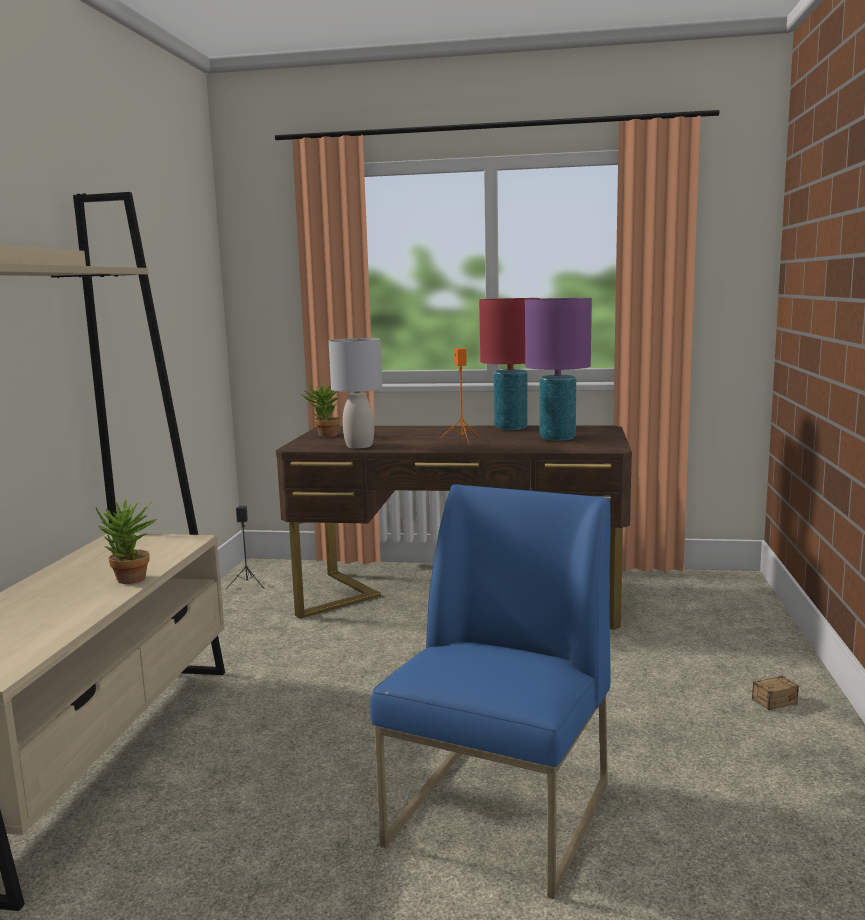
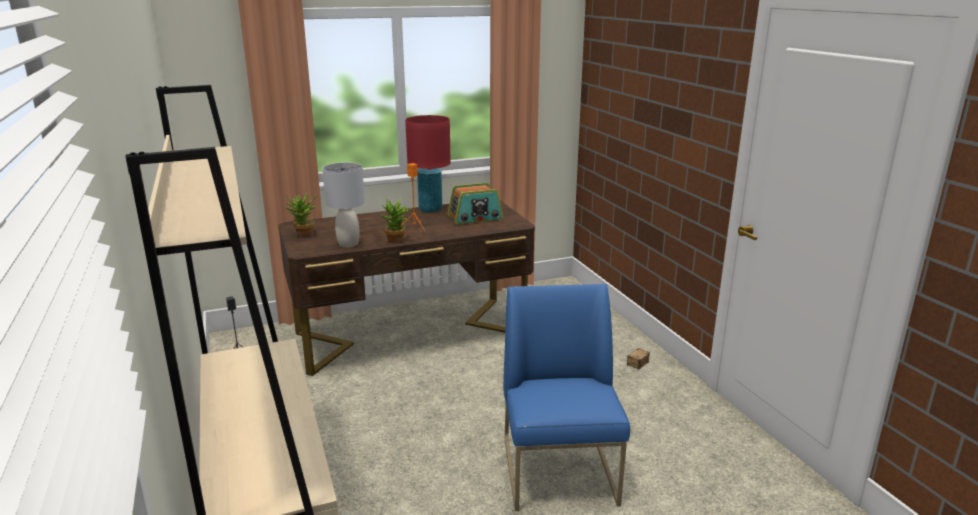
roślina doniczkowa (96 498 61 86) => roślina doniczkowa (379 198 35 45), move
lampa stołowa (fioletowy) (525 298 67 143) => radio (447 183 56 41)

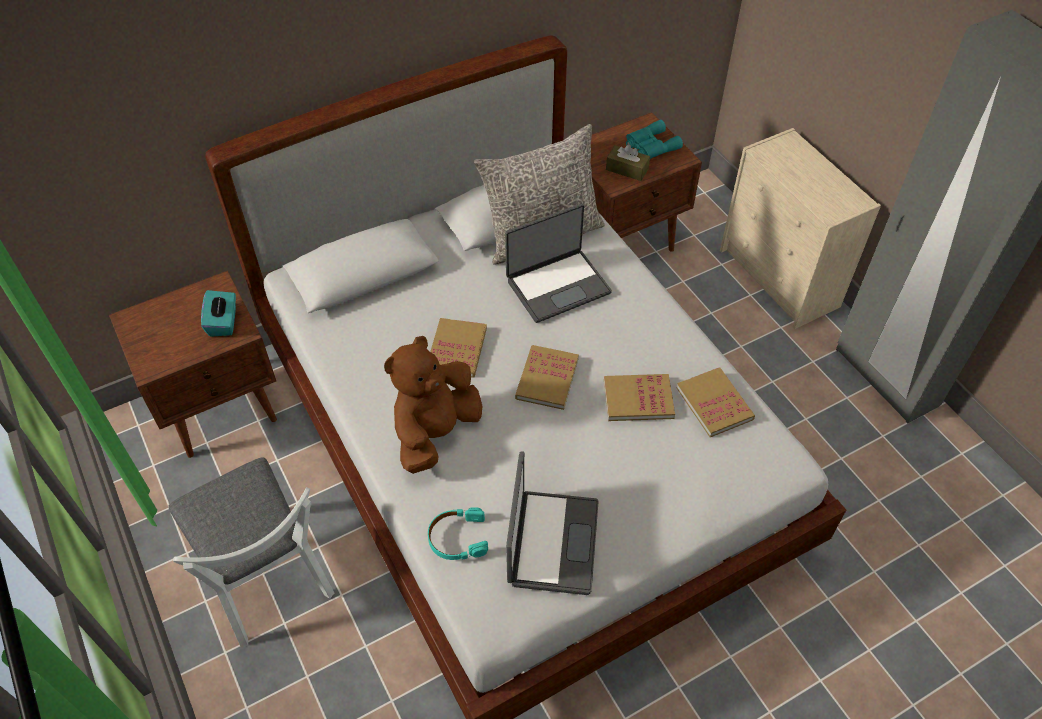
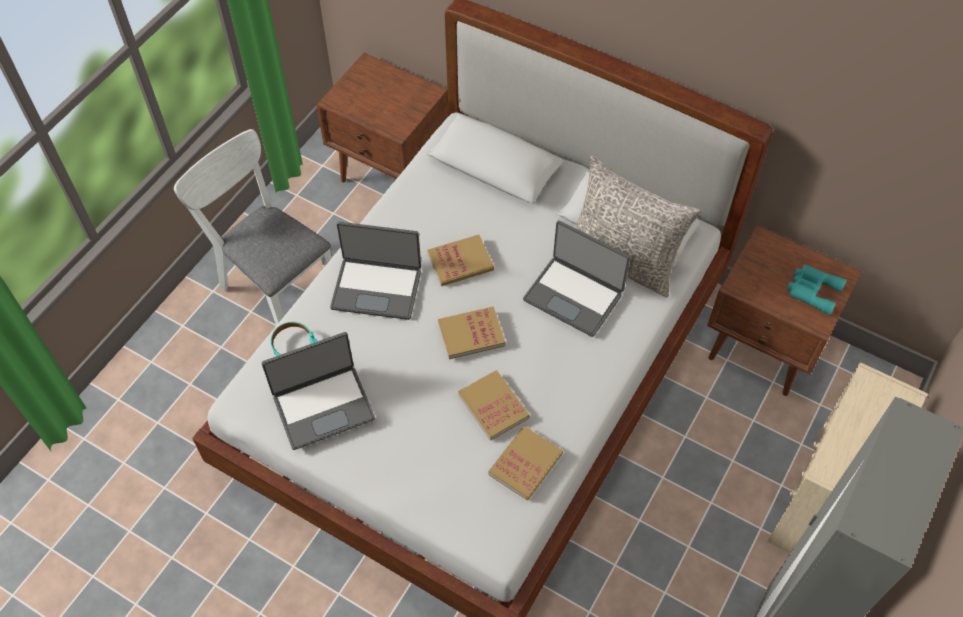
krzesło (biały) (168 457 166 190) => krzesło (biały) (174 129 158 197), 105 degrees clockwise
pluszak (brązowy) (384 336 98 138) => laptop (330 222 91 98)
pudełko chusteczek (turkusowy) (201 290 35 47) => nothing
pudełko chusteczek (brązowy) (606 145 44 36) => nothing

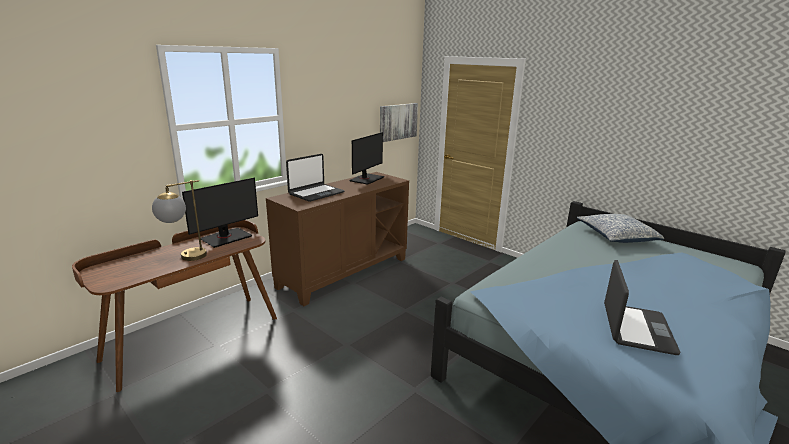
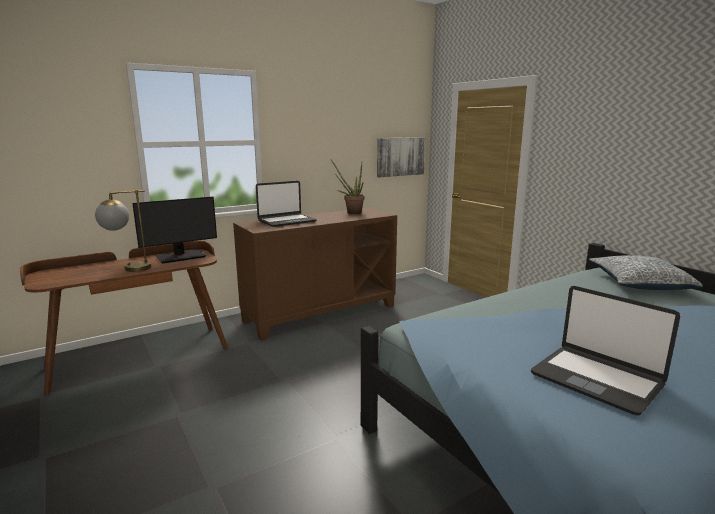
monitor (349 132 36 53) => roślina doniczkowa (331 160 34 54)
laptop (604 260 76 95) => laptop (531 286 149 130), 105 degrees clockwise

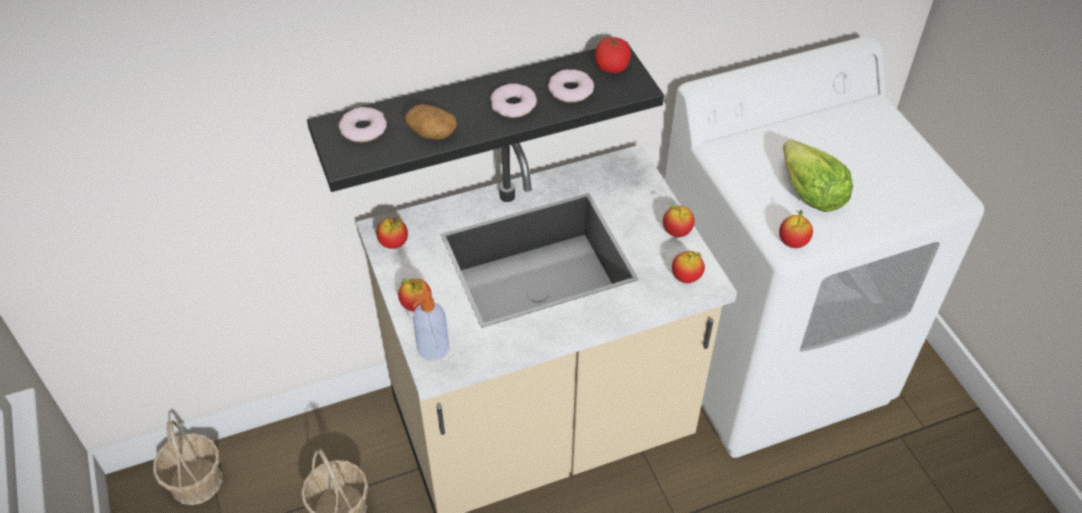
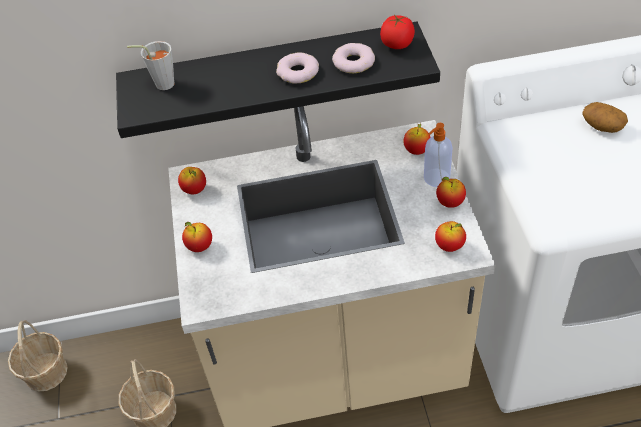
donut (339 107 48 35) => filiżanka (szary) (127 41 48 49)
jabłko (779 210 34 38) => jabłko (403 122 28 33), move
dozownik mydła (412 290 37 71) => dozownik mydła (424 123 29 64), move
ziemniak (405 104 52 36) => ziemniak (582 102 46 31), move
sałata (783 140 70 72) => nothing

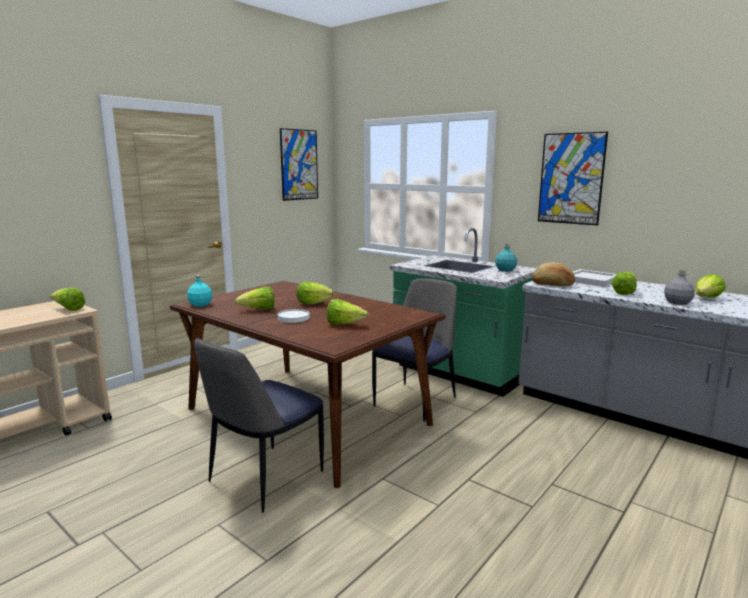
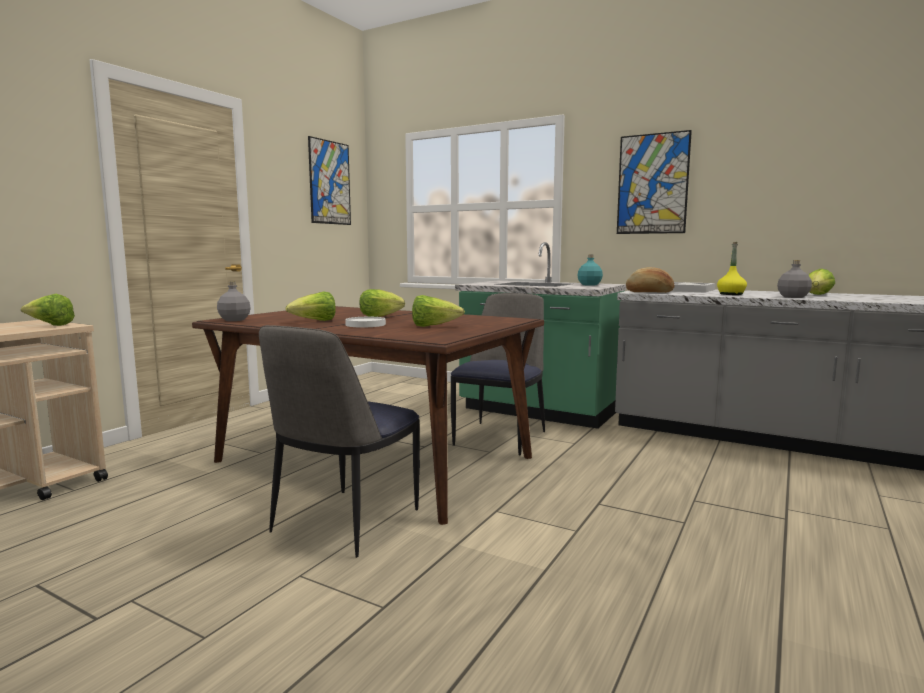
butelka (turkusowy) (187 275 25 32) => butelka (szary) (217 281 34 40)
sałata (612 272 25 23) => butelka (żółty) (717 242 30 53)

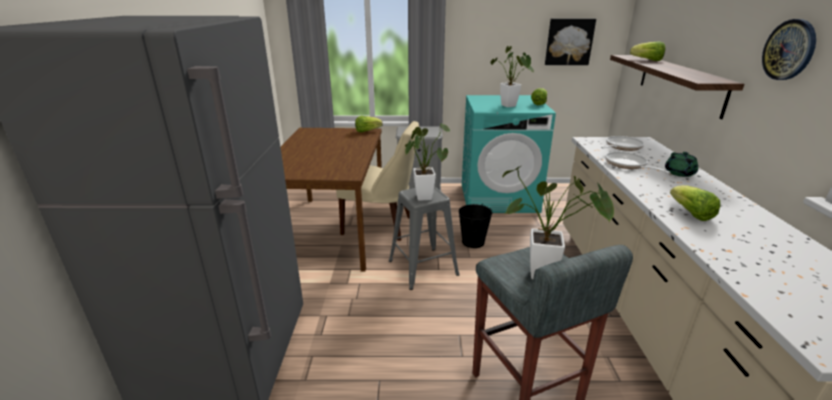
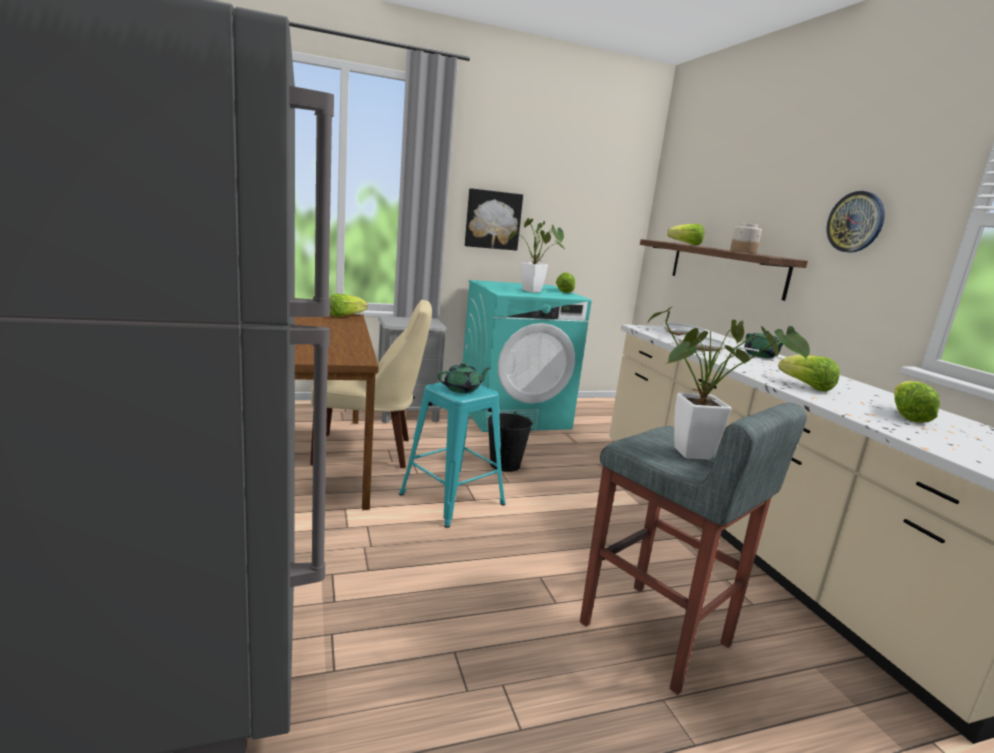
stołek (szary) (389 186 71 104) => stołek (turkusowy) (399 383 107 145)
roślina doniczkowa (405 123 45 78) => imbryk (zielony) (437 362 54 31)
obraz (545 18 51 47) => obraz (465 188 58 63), move
nothing => słoik (730 223 32 31)
nothing => sałata (894 381 46 41)

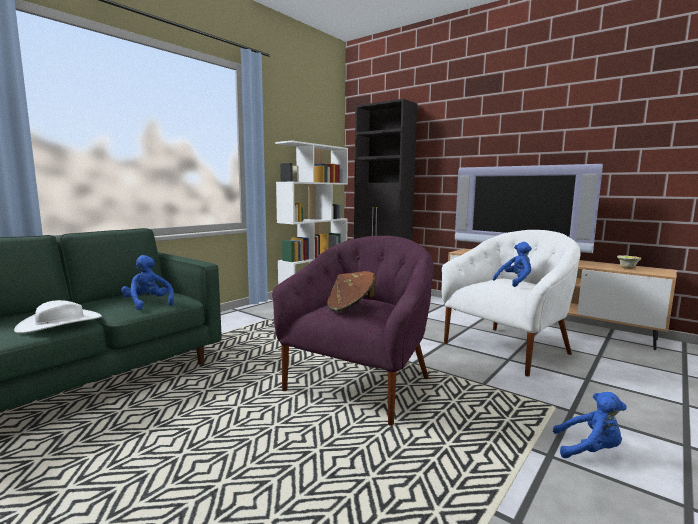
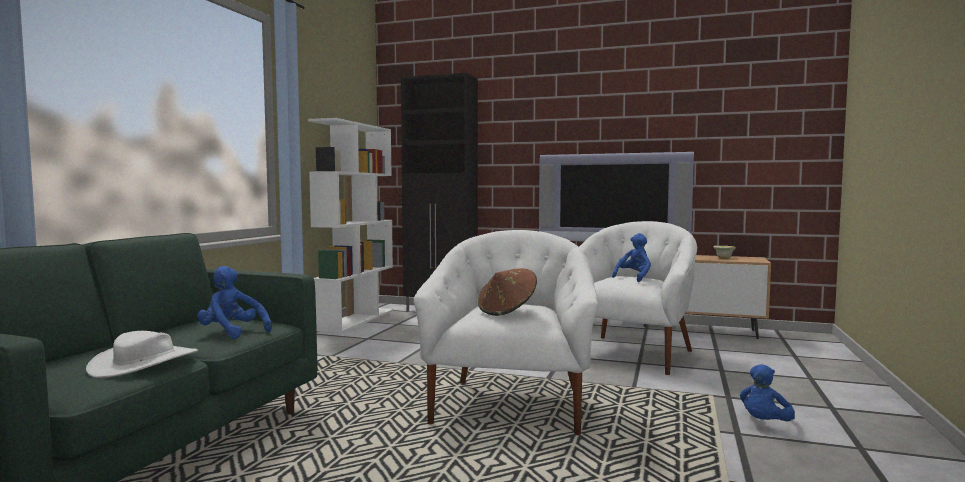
fotel (fioletowy) (272 236 162 190) => fotel (biały) (414 230 184 205)
pluszak (niebieski) (553 392 74 66) => pluszak (niebieski) (740 364 55 57), 135 degrees clockwise

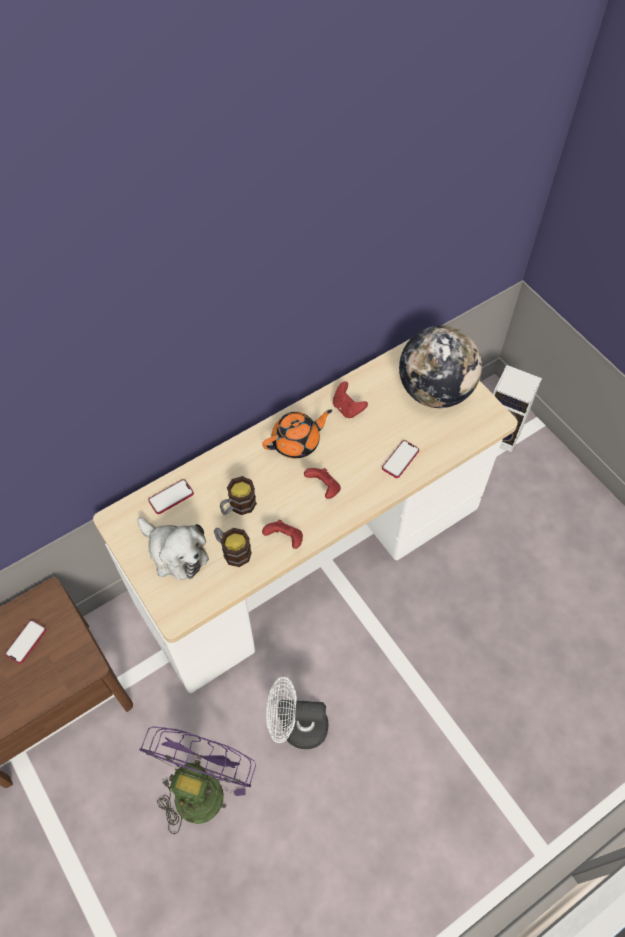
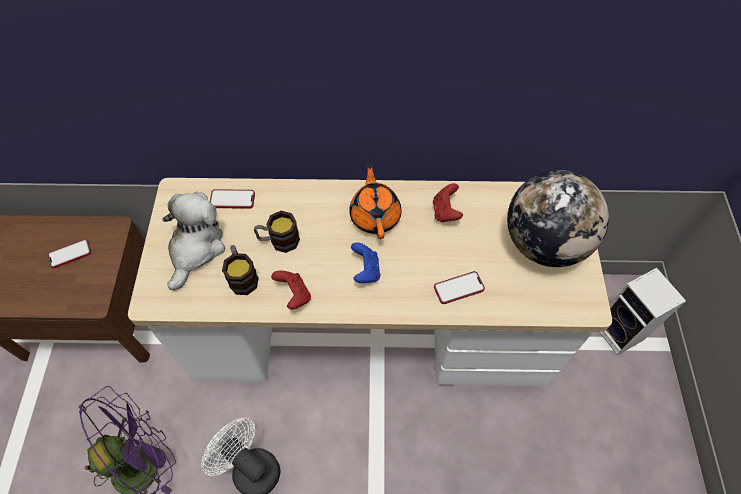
pluszak (137 517 72 63) => pluszak (162 192 63 98), 150 degrees counterclockwise
imbryk (pomarańczowy) (262 409 70 49) => imbryk (pomarańczowy) (349 163 53 76), 105 degrees counterclockwise
pad do gier (czerwony) (304 468 37 31) => pad do gier (niebieski) (351 242 29 41)

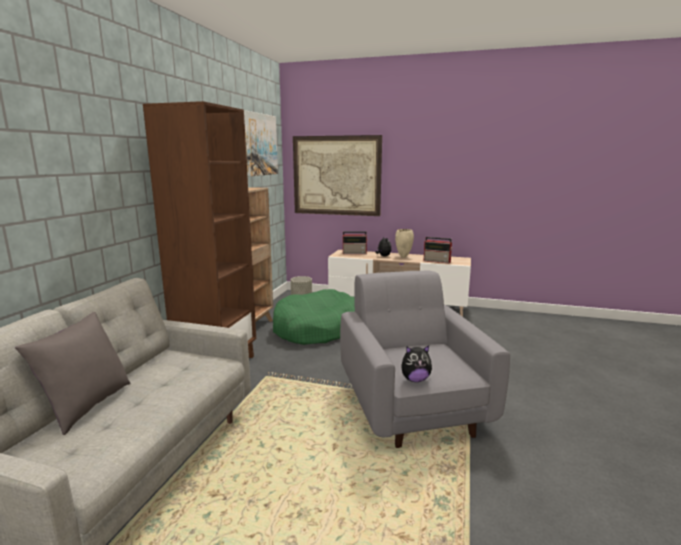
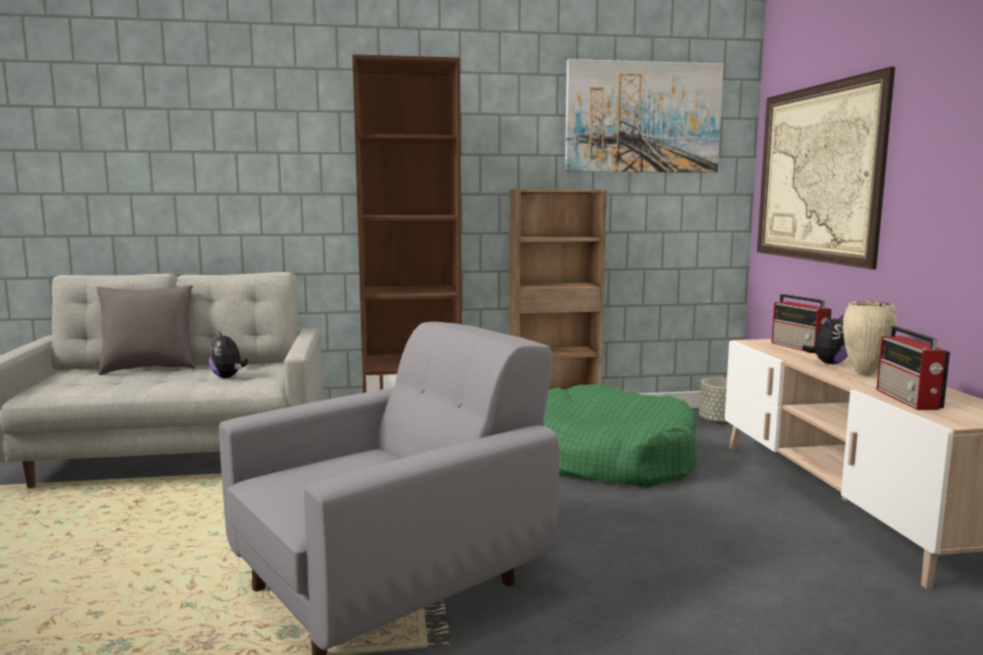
pluszak (401 345 31 37) => pluszak (209 331 39 47), move

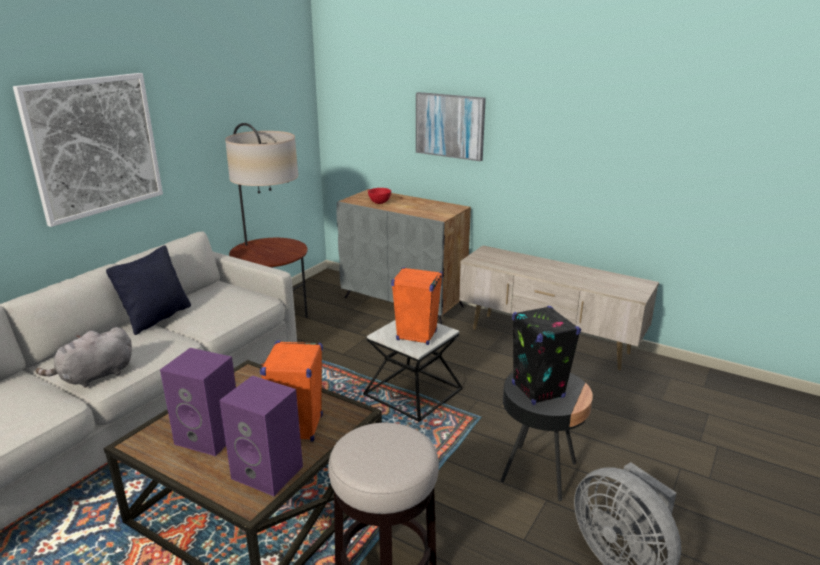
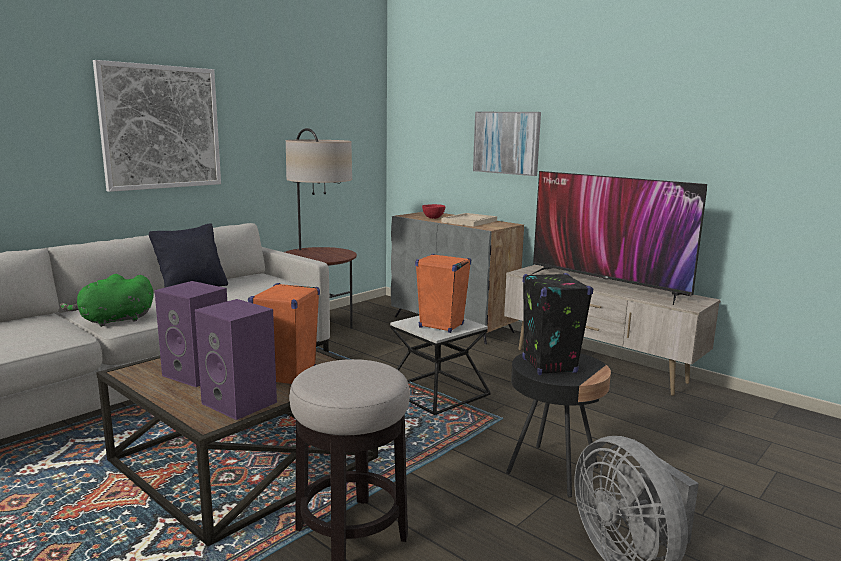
pluszak (szary) (35 327 97 61) => pluszak (zielony) (60 274 93 53)
nothing => taca (beżowy) (441 213 56 14)
nothing => telewizor (530 171 177 134)

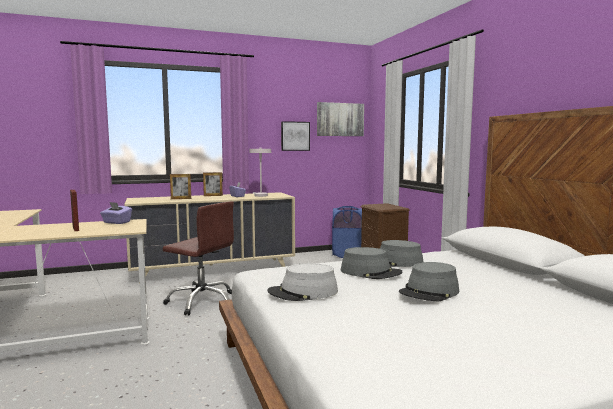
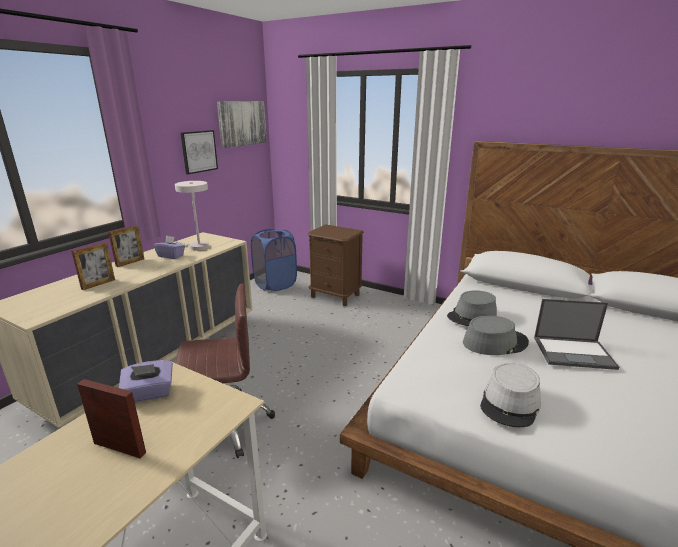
kapelusz (szary) (399 262 60 39) => laptop (534 299 85 71)

